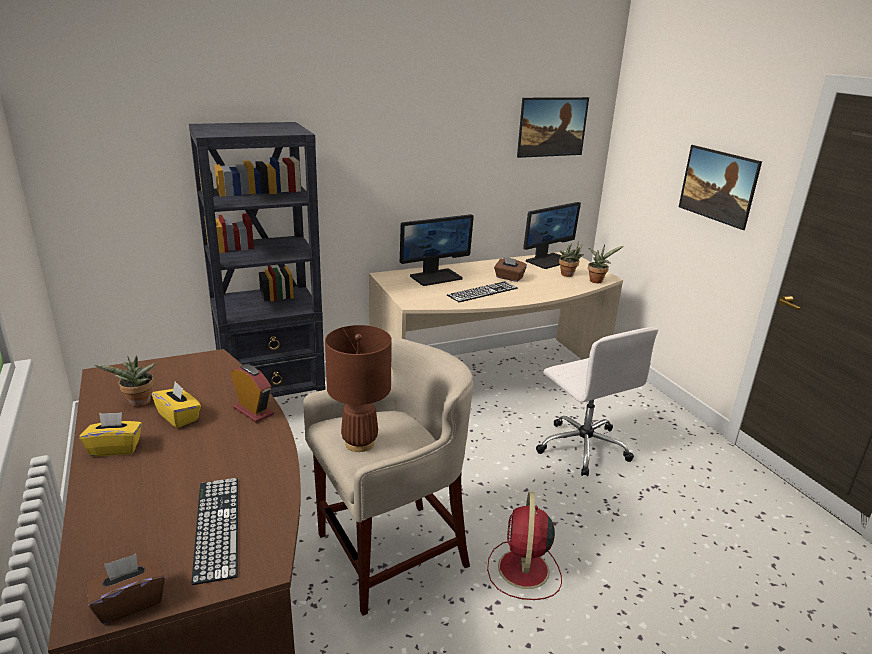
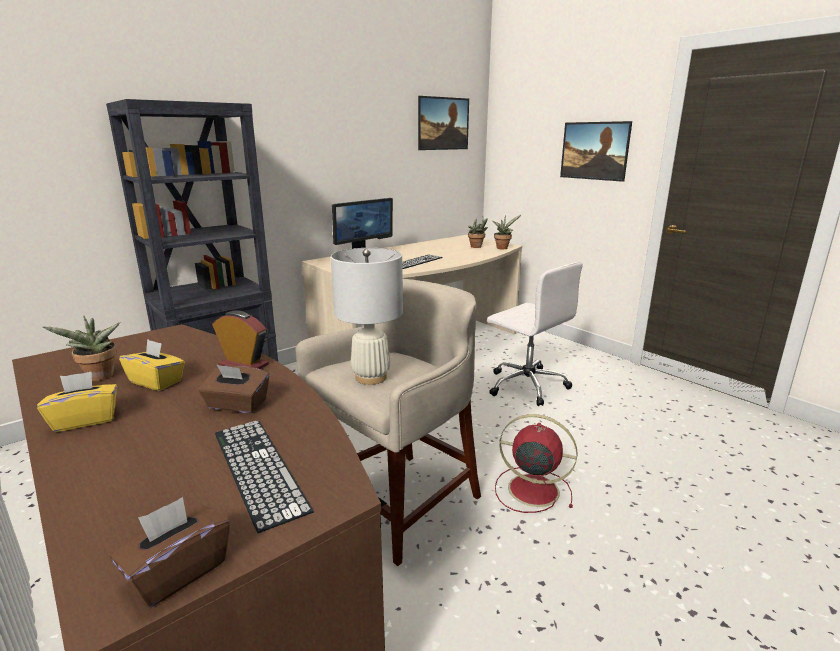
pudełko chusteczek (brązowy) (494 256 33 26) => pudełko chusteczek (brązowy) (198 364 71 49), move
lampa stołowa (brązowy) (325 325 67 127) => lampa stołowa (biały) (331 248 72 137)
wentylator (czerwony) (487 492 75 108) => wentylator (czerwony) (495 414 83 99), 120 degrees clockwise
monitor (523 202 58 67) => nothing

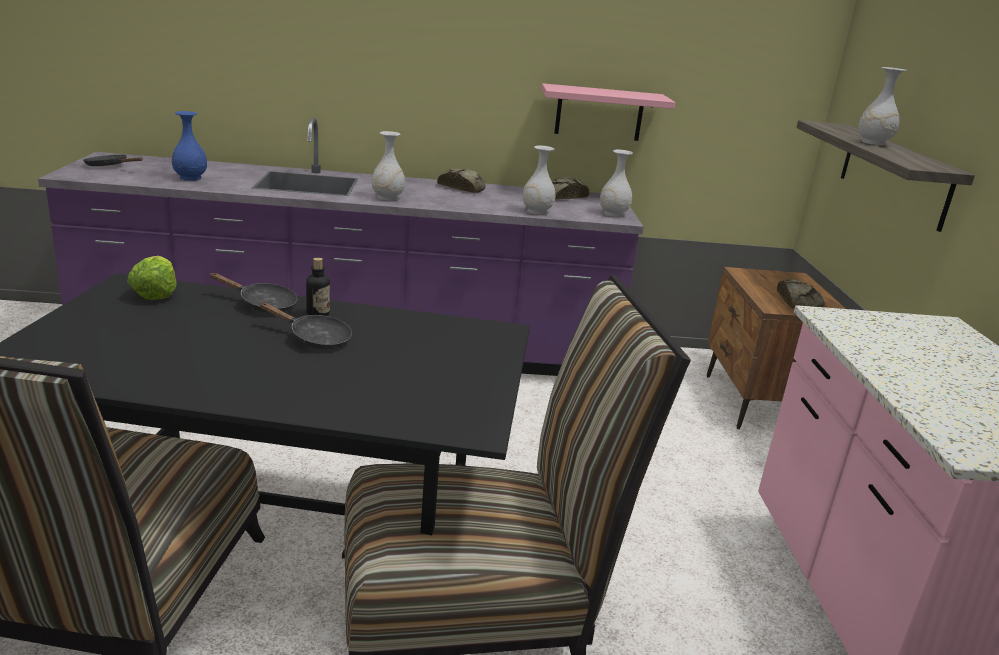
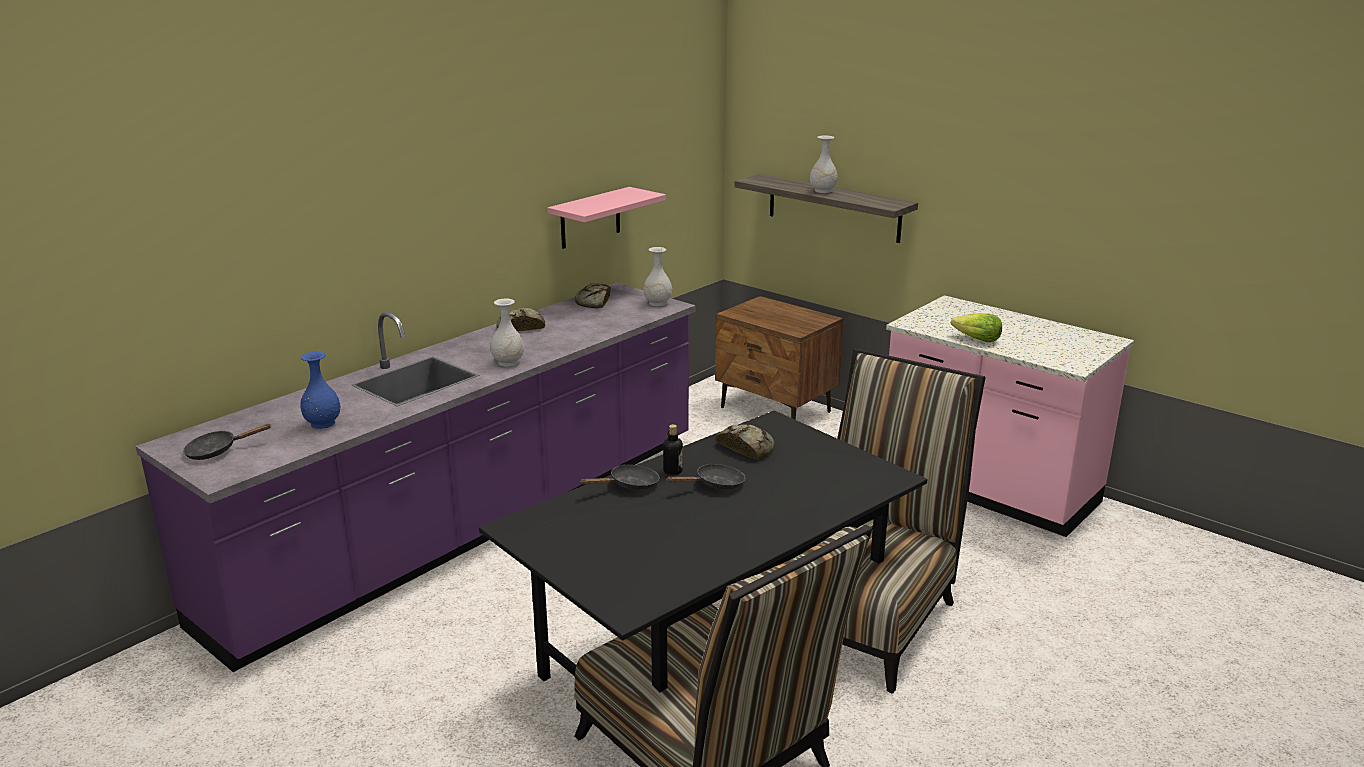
chleb (777 279 48 30) => chleb (716 425 59 34), move
sałata (127 256 50 44) => sałata (951 313 51 29), move
wazon (biały) (523 146 32 69) => nothing

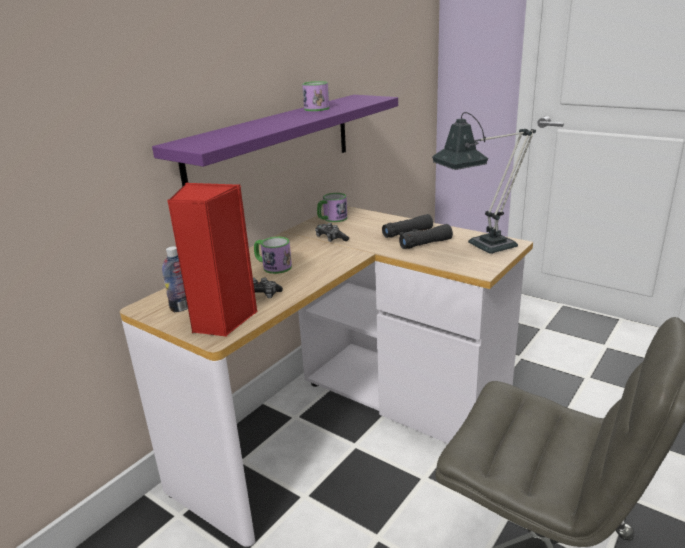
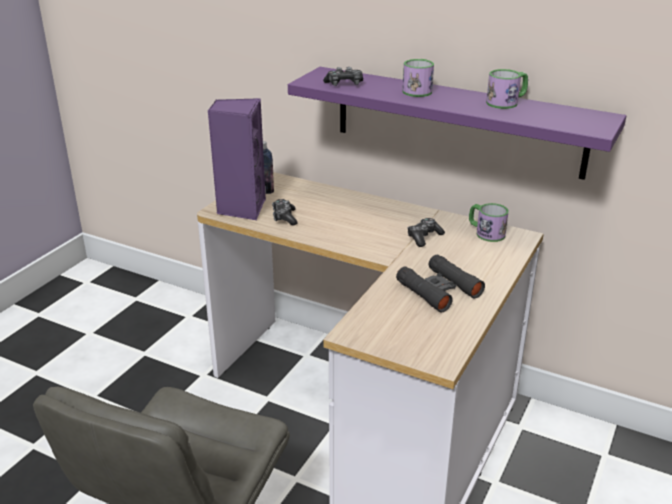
głośnik (czerwony) (167 182 90 155) => głośnik (fioletowy) (208 98 58 122)
nothing => pad do gier (323 67 40 19)
kubek (254 237 38 37) => kubek (403 59 31 38), move
lampa stołowa (432 112 104 142) => nothing

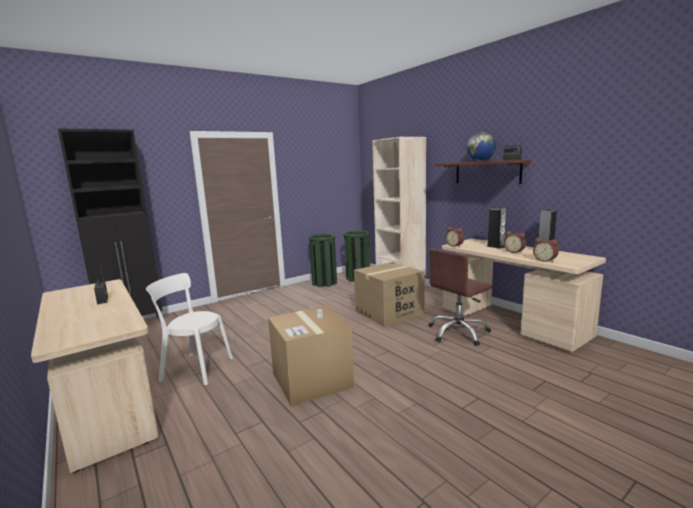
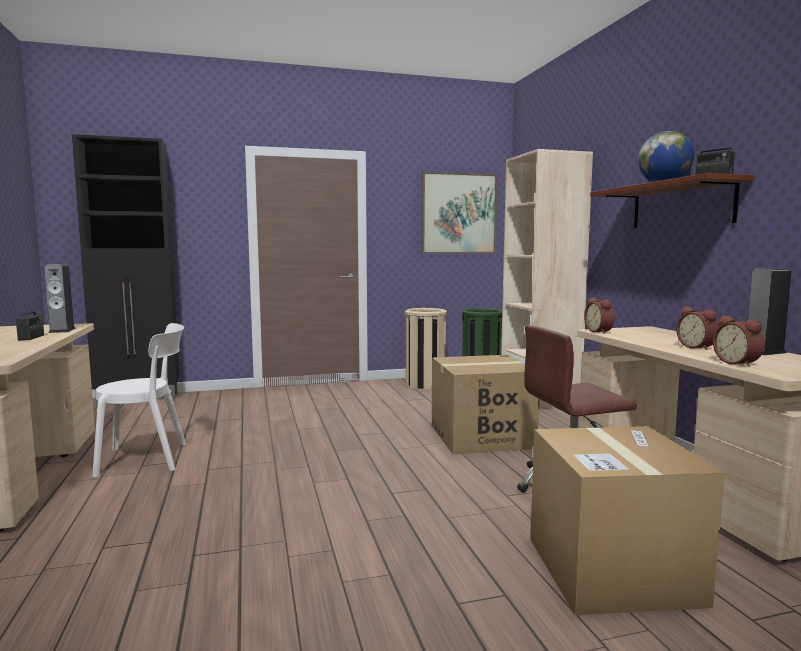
głośnik (486 208 20 41) => głośnik (44 264 32 69), move
krzesło (biały) (146 273 87 112) => krzesło (biały) (92 323 94 154), 135 degrees clockwise
kosz na śmieci (zielony) (308 234 29 53) => kosz na śmieci (beżowy) (404 308 43 82)
nothing => obraz (421 171 77 83)
karton (268 306 87 101) => karton (530 426 195 189), move

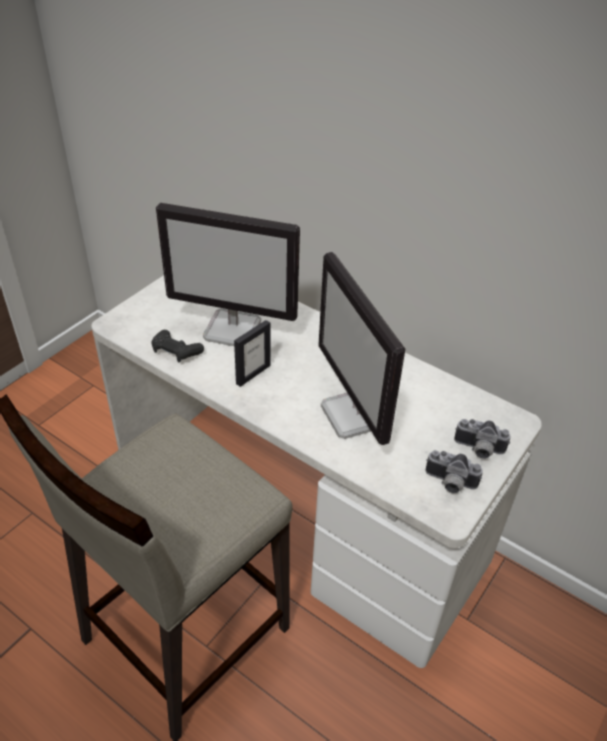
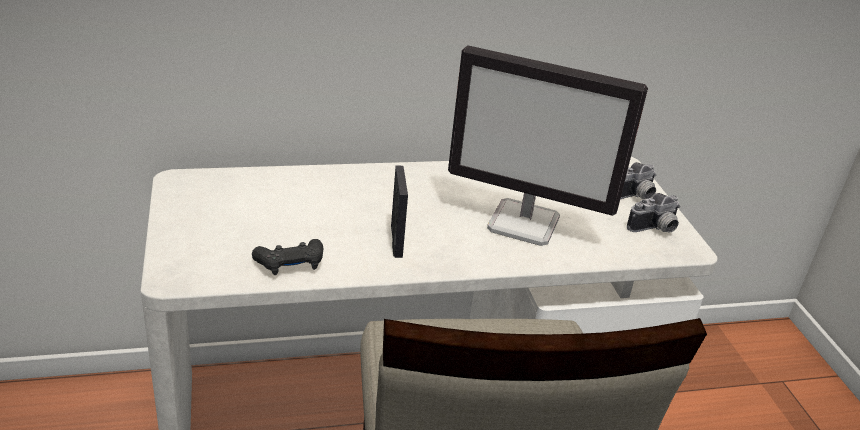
monitor (156 203 144 143) => nothing

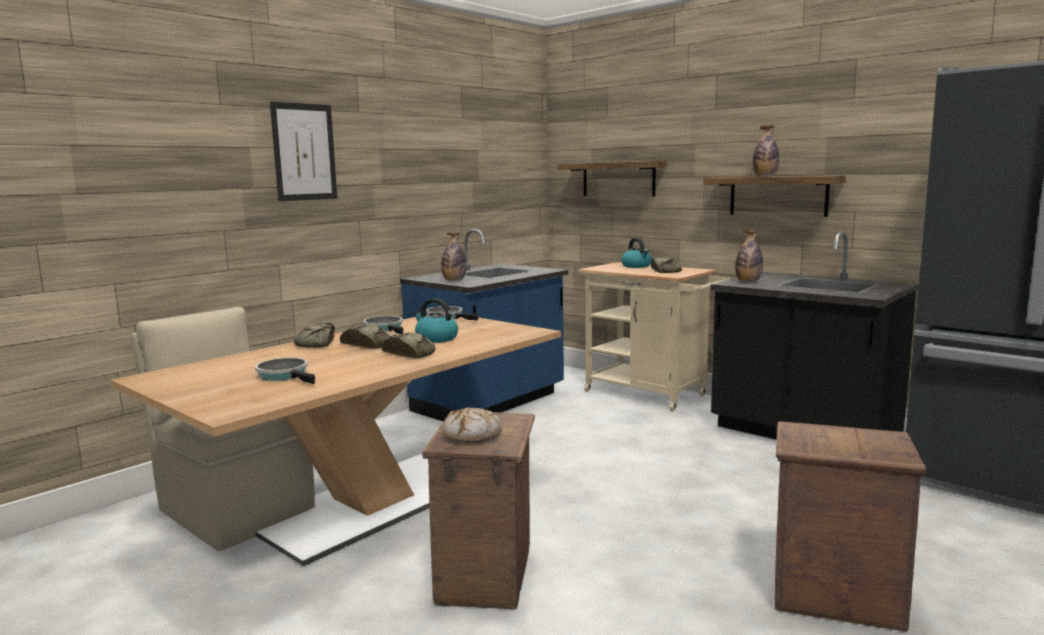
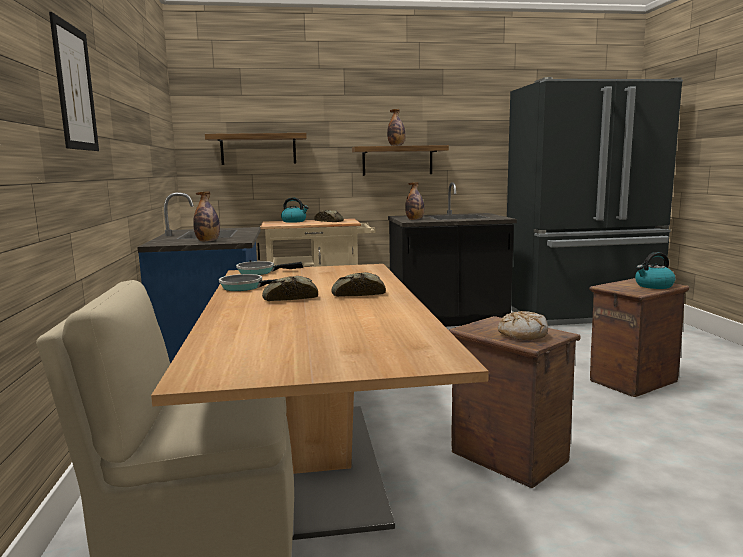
czajnik (413 298 45 45) => czajnik (635 252 41 37), move
patelnia (255 357 60 27) => nothing
chleb (294 323 41 25) => nothing

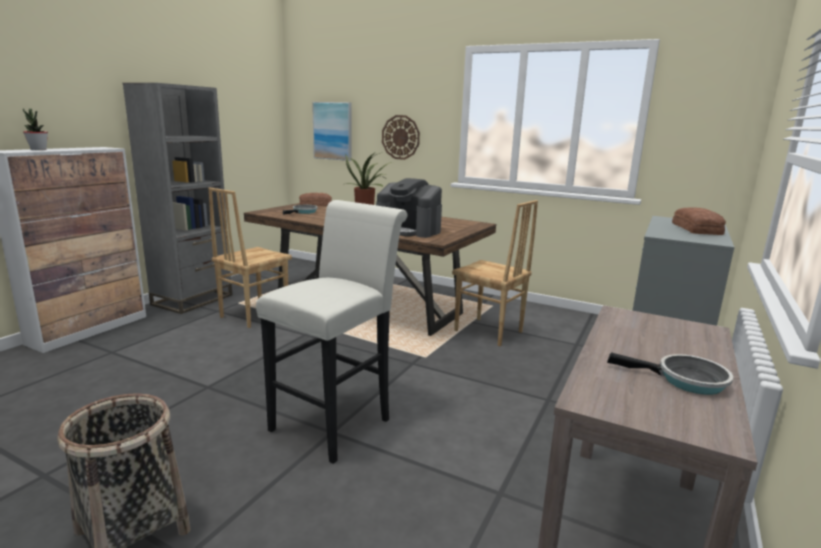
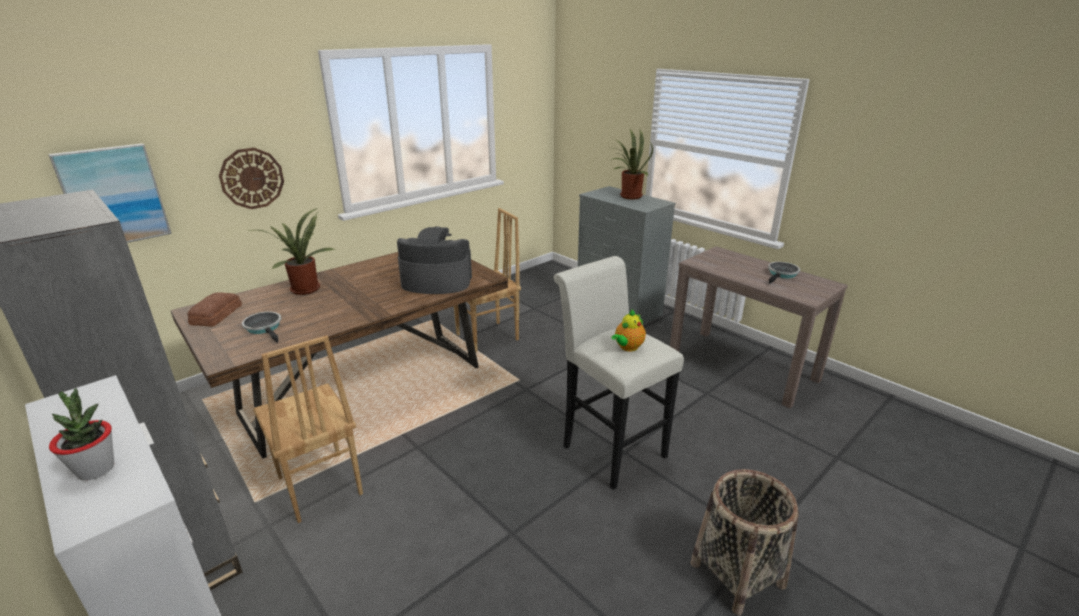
ekspres do kawy (376 178 66 60) => ekspres do kawy (397 226 75 68), 135 degrees counterclockwise
chleb (672 207 54 28) => roślina doniczkowa (611 130 42 69)
nothing => imbryk (612 310 34 42)

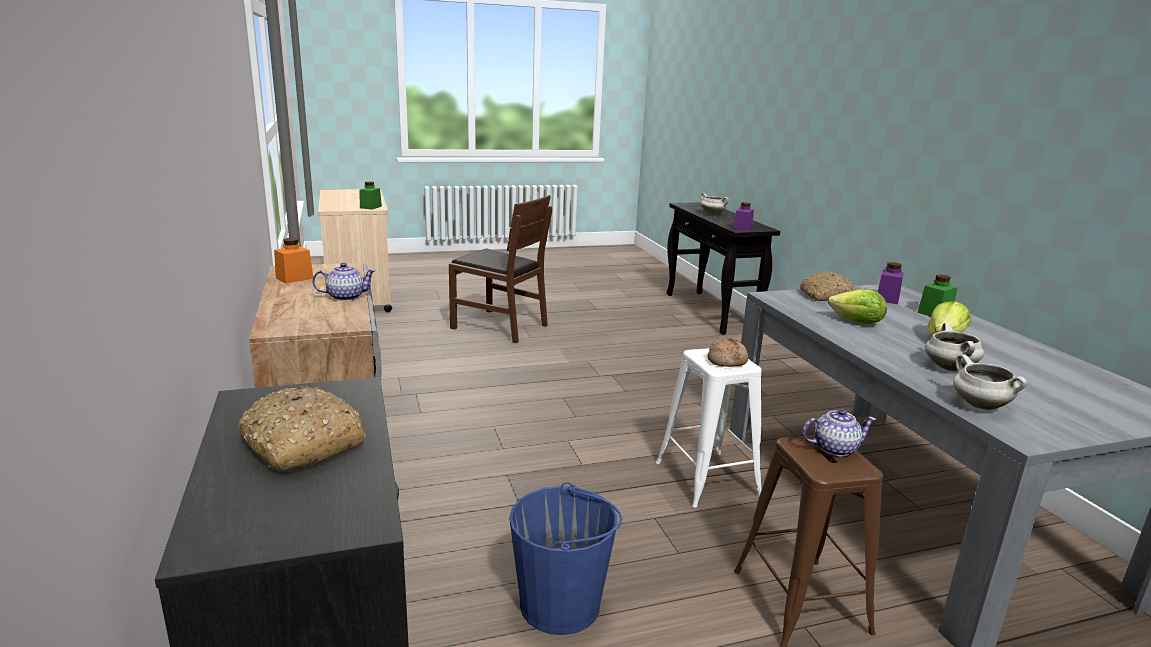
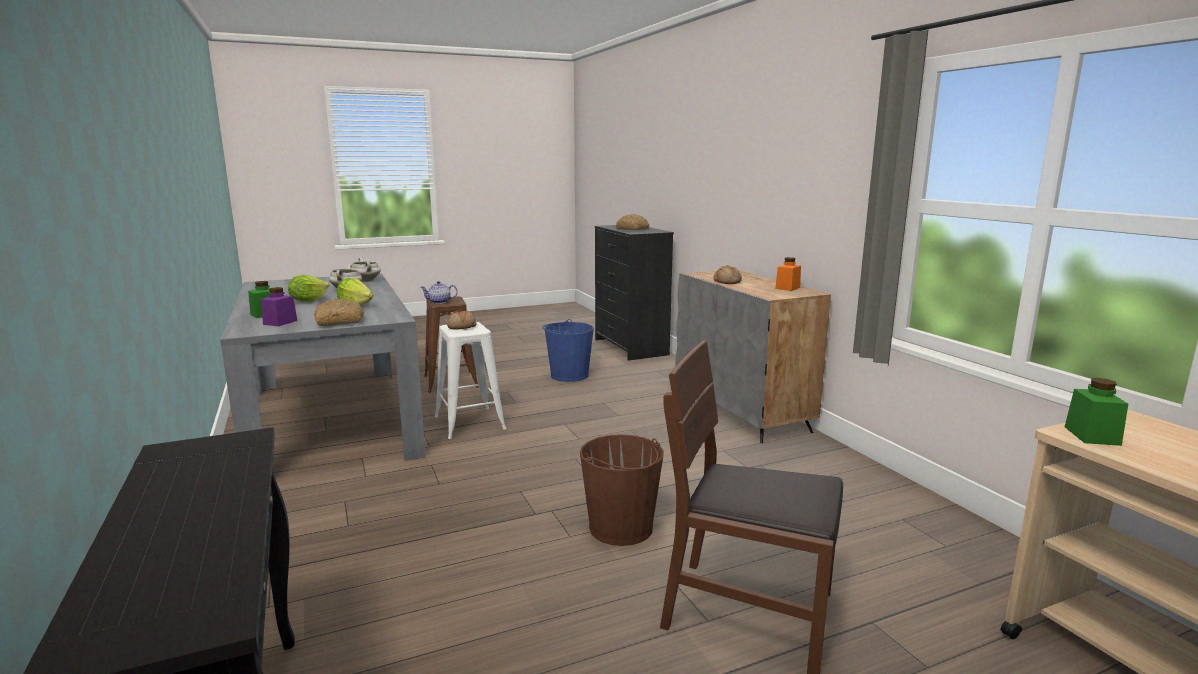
nothing => wiadro (brązowy) (580 434 84 112)
imbryk (312 263 64 38) => chleb (714 265 28 19)
garnek (biały) (700 193 29 22) => nothing
słoik (fioletowy) (733 202 21 30) => nothing

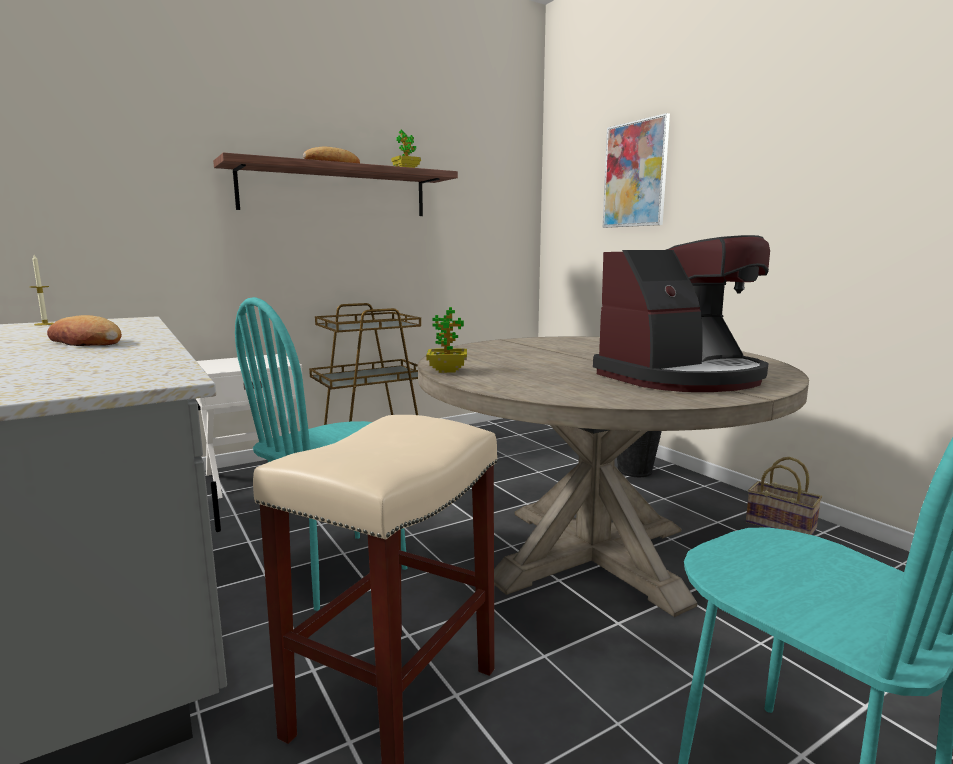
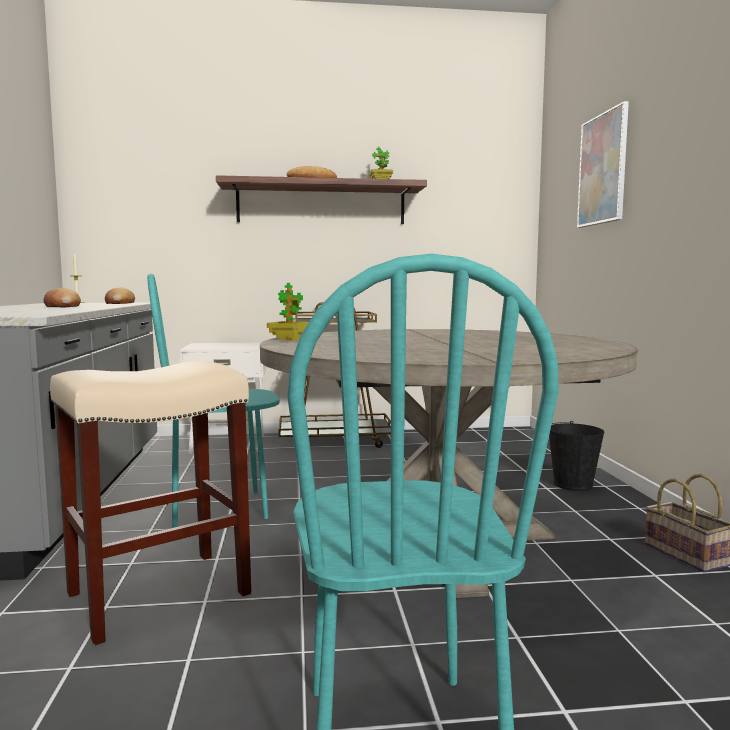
nothing => chleb (105 287 30 17)
ekspres do kawy (593 235 177 157) => nothing

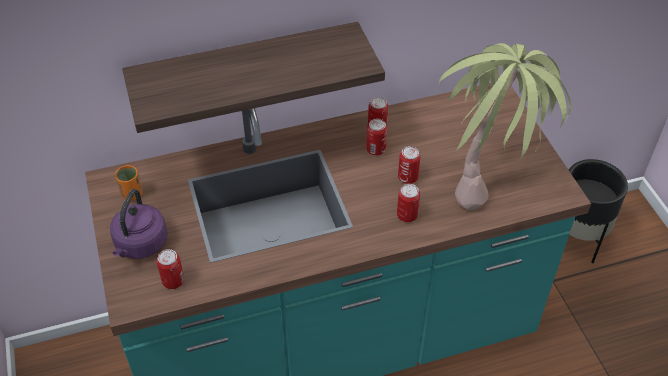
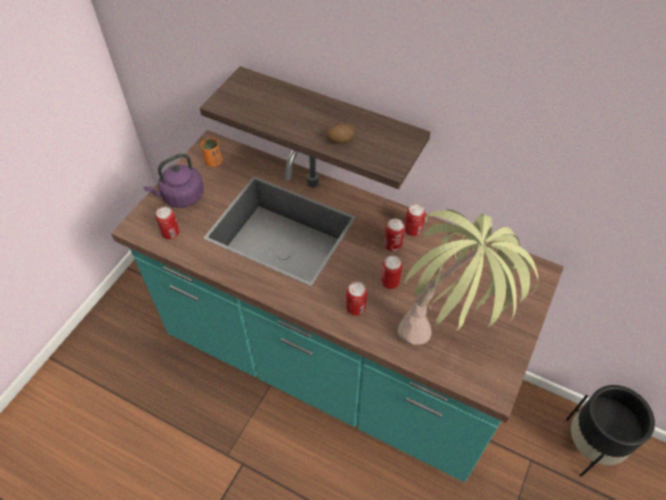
nothing => ziemniak (326 123 30 21)

